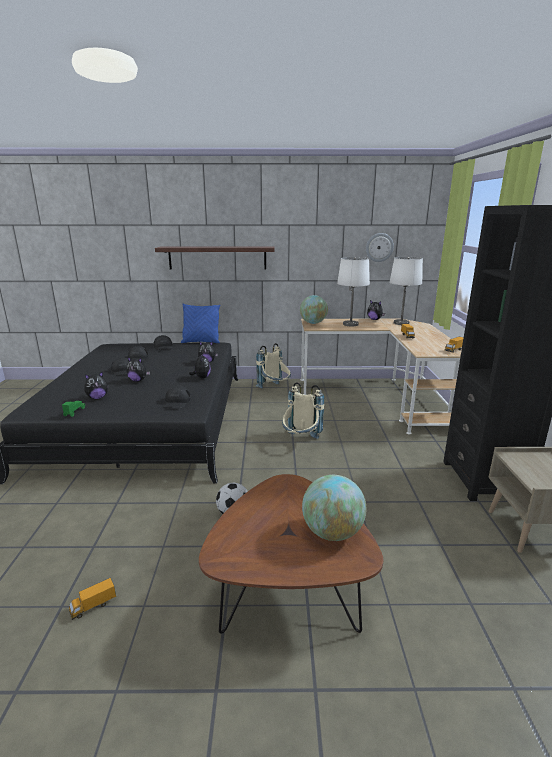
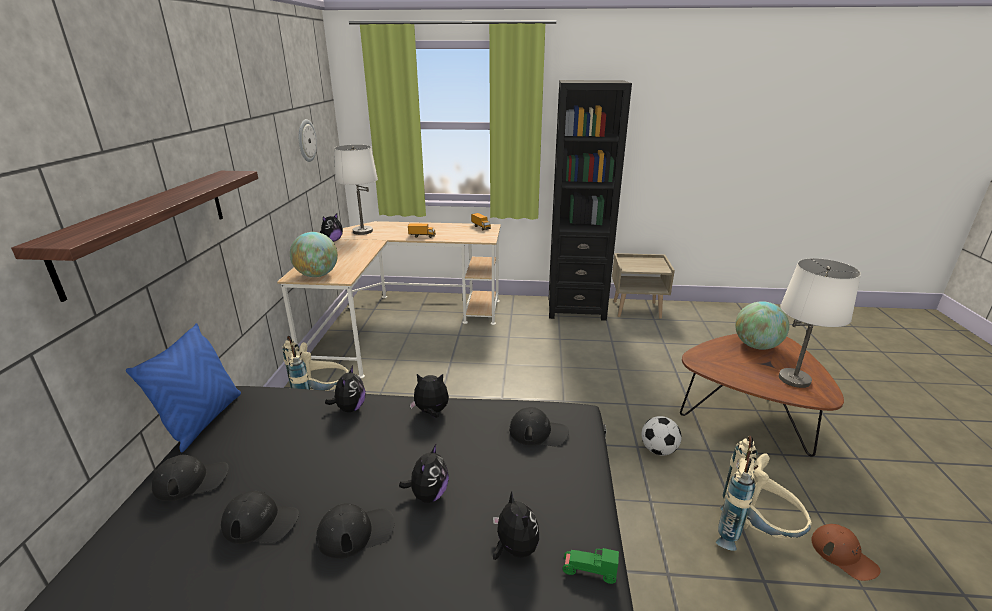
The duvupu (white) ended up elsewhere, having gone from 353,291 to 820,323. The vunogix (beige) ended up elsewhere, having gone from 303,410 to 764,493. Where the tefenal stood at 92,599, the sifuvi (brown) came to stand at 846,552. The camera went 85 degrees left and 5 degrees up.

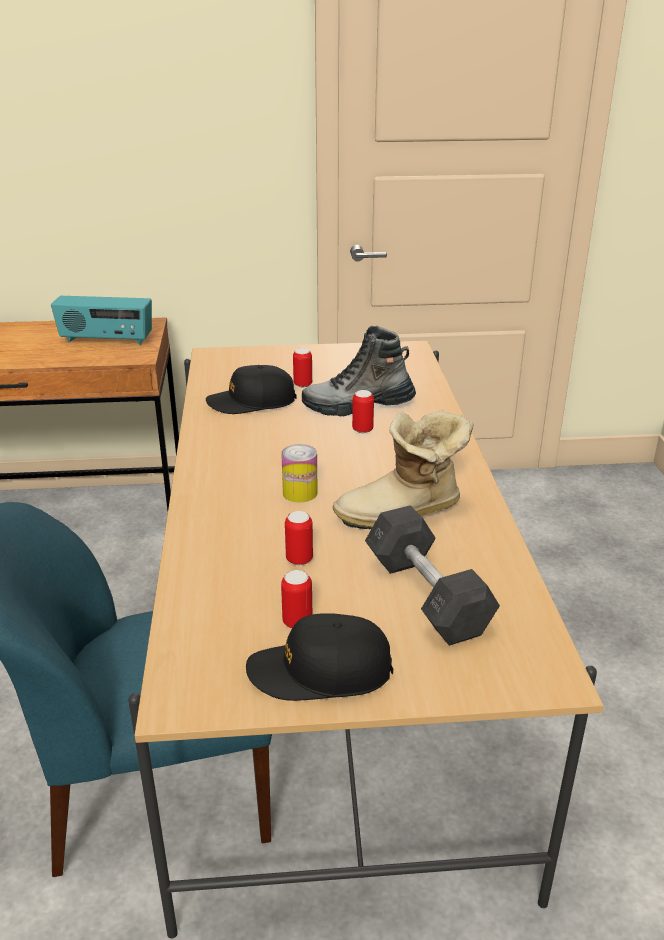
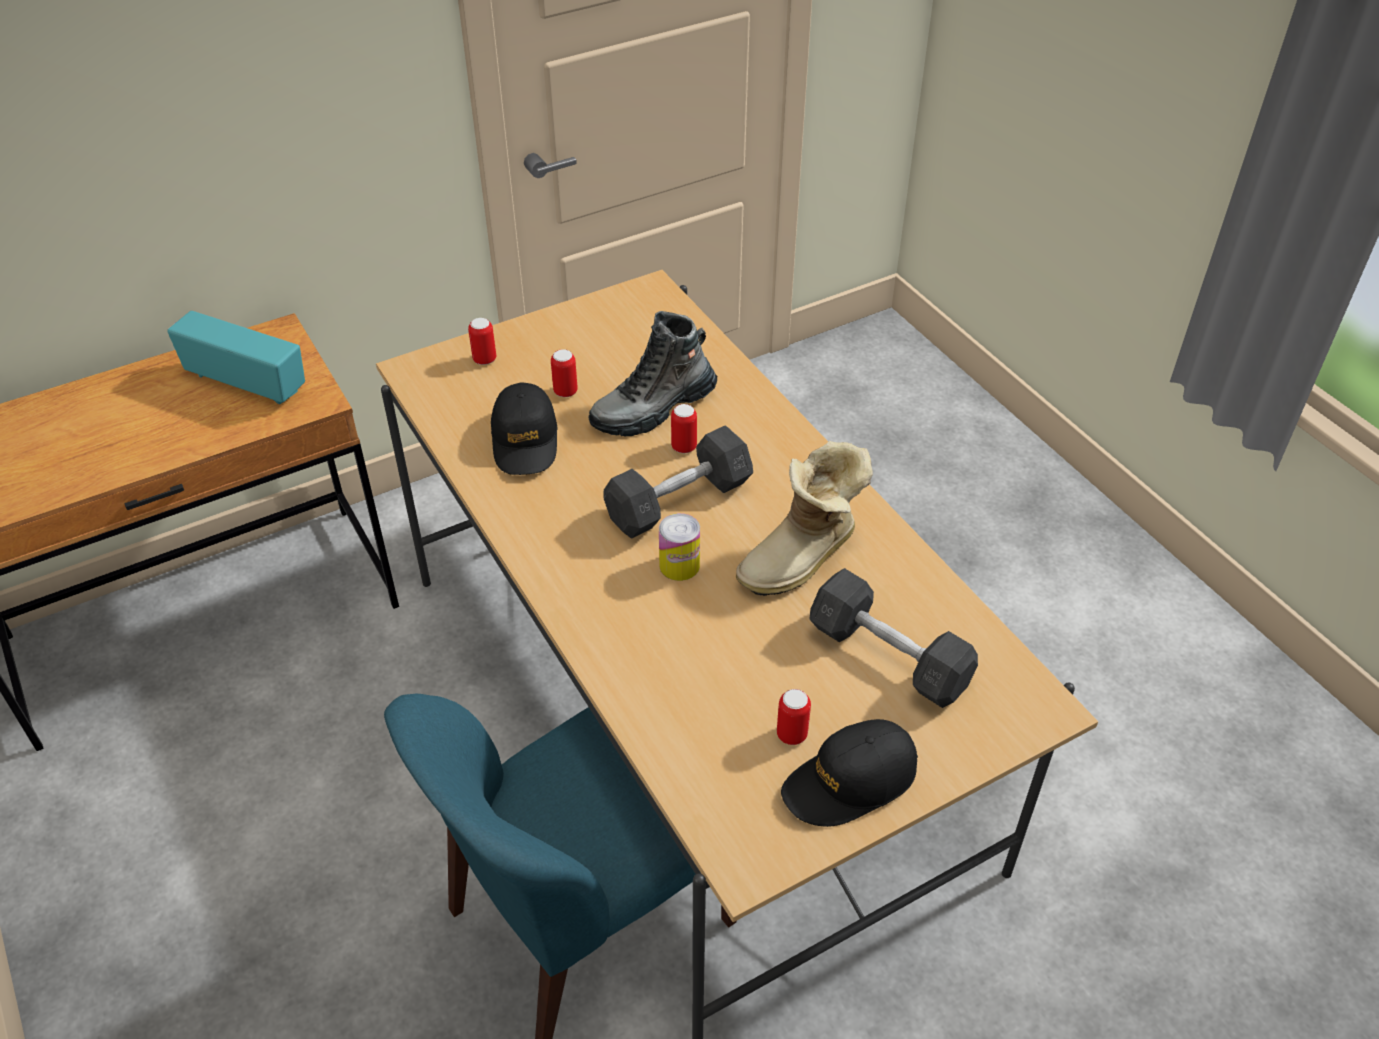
The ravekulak at 101,320 ended up facing another way, 135 degrees counterclockwise from before. The sifuvi (black) at 251,389 ended up facing another way, 60 degrees counterclockwise from before. The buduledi ended up elsewhere, having gone from 299,538 to 482,341. The second view gained the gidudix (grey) at 678,482. The camera went 25 degrees left and 15 degrees up.

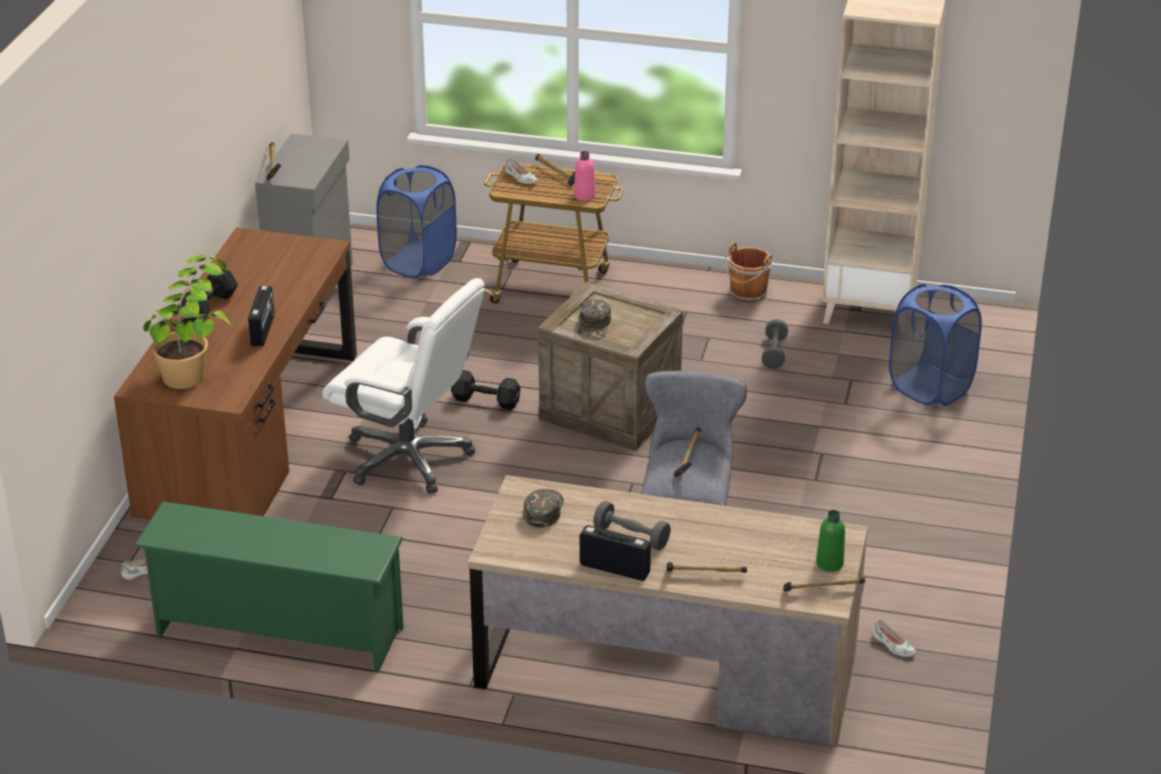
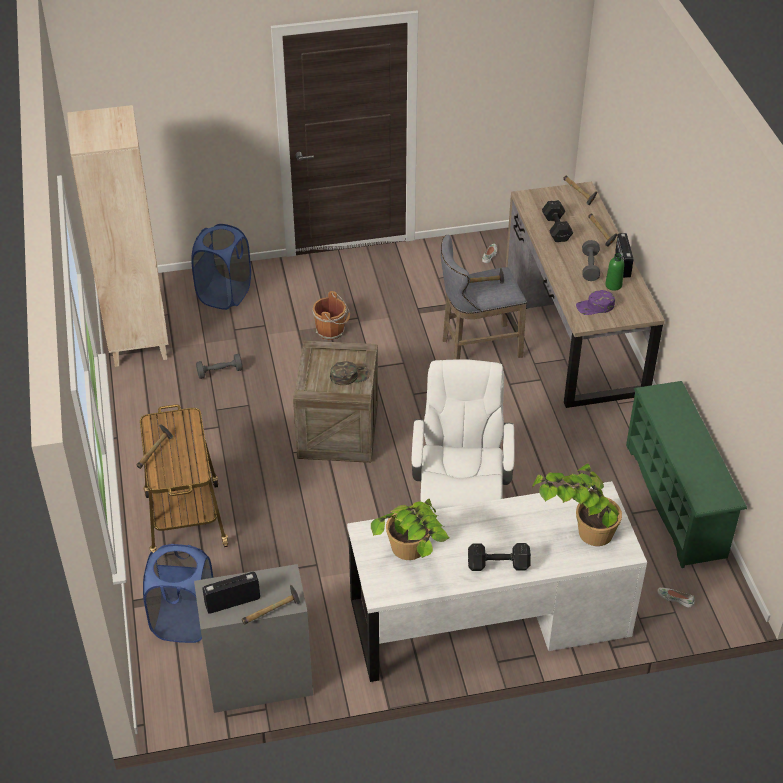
The second view lost the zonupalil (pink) at 584,176. The second view lost the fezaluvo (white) at 521,170. What was the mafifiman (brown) at 235,373 turned into the mafifiman (white) at 497,581. The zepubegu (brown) ended up elsewhere, having gone from 748,272 to 331,315. The ravekulak ended up elsewhere, having gone from 261,316 to 231,593. The gidudix (black) ended up elsewhere, having gone from 486,390 to 557,221. What was the sifuvi (green) at 543,508 turned into the sifuvi (purple) at 595,302. The zonupalil (green) ended up elsewhere, having gone from 830,541 to 614,272. The second view gained the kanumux at 410,529. The camera went 115 degrees left and 10 degrees up.

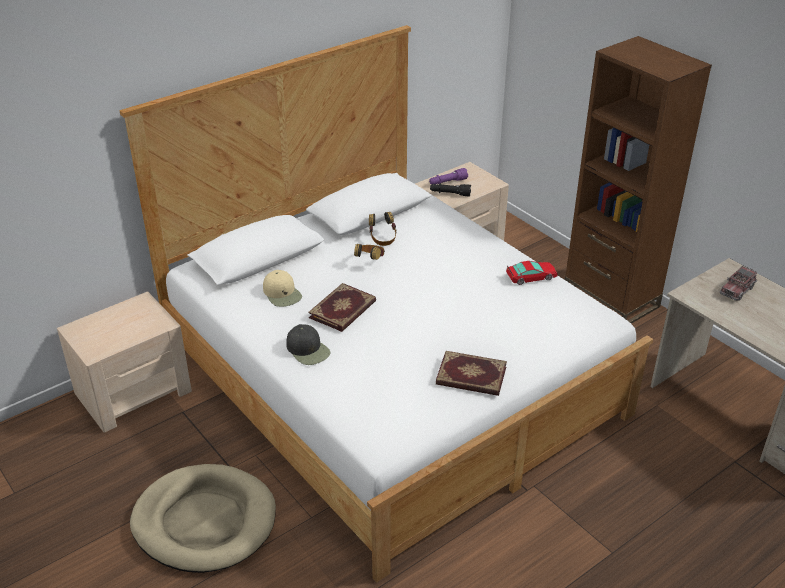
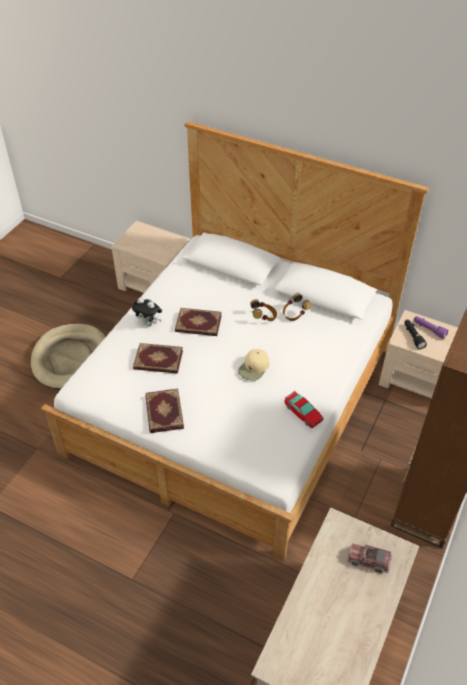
The sifuvi (beige) ended up elsewhere, having gone from 282,288 to 253,365. Where the sifuvi (black) stood at 308,344, the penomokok came to stand at 147,311. The second view gained the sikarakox at 158,358. The camera went 65 degrees right and 10 degrees up.

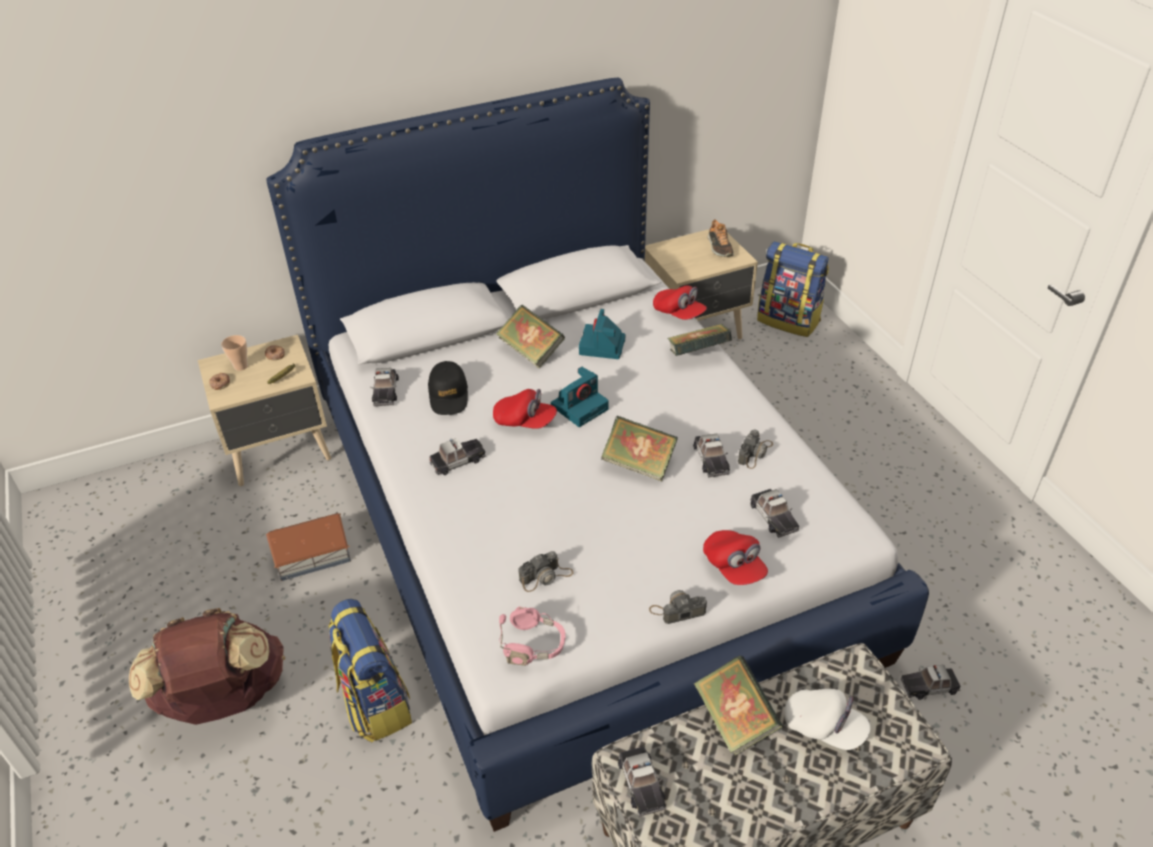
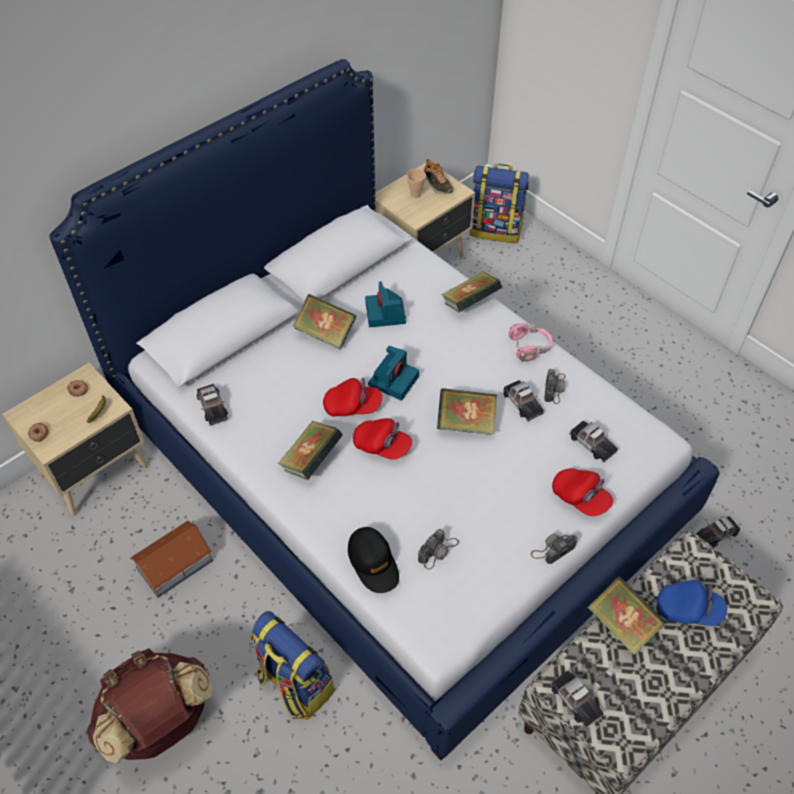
The sifuvi (red) ended up elsewhere, having gone from 680,302 to 382,439. The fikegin ended up elsewhere, having gone from 234,353 to 416,183. The sifuvi (black) ended up elsewhere, having gone from 448,388 to 373,560. Where the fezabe stood at 457,456, the sikarakox came to stand at 310,450. The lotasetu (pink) ended up elsewhere, having gone from 532,636 to 531,342. What was the sifuvi (white) at 827,719 turned into the sifuvi (blue) at 692,603. The camera went 20 degrees left and 10 degrees up.

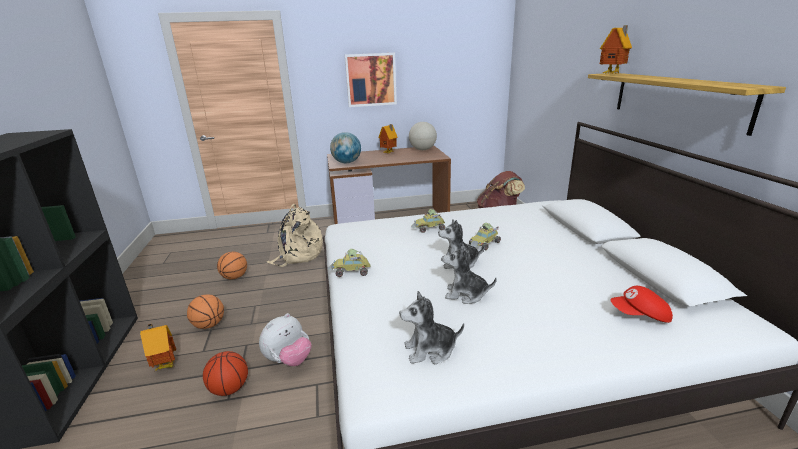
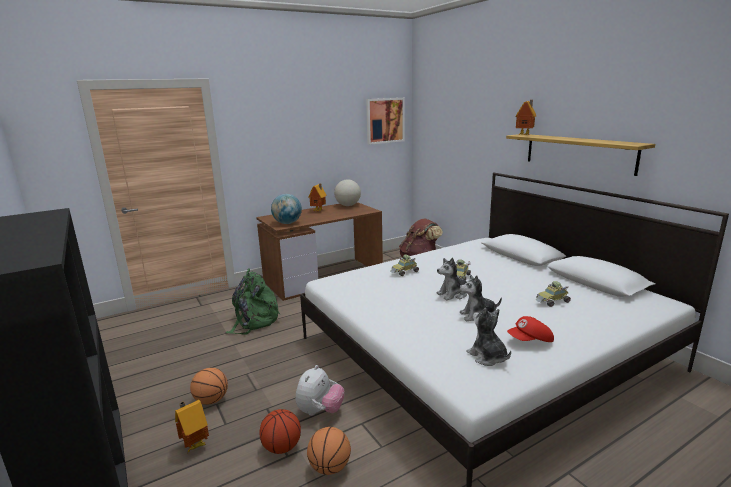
The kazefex ended up elsewhere, having gone from 371,80 to 385,121. What was the vunogix (beige) at 295,235 turned into the vunogix (green) at 253,301. The fezabe ended up elsewhere, having gone from 349,263 to 553,294. The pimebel ended up elsewhere, having gone from 232,265 to 329,451. The sifuvi (red) ended up elsewhere, having gone from 641,304 to 530,329. The penomokok at 431,328 ended up facing another way, 90 degrees clockwise from before. The camera went 20 degrees left and 5 degrees down.

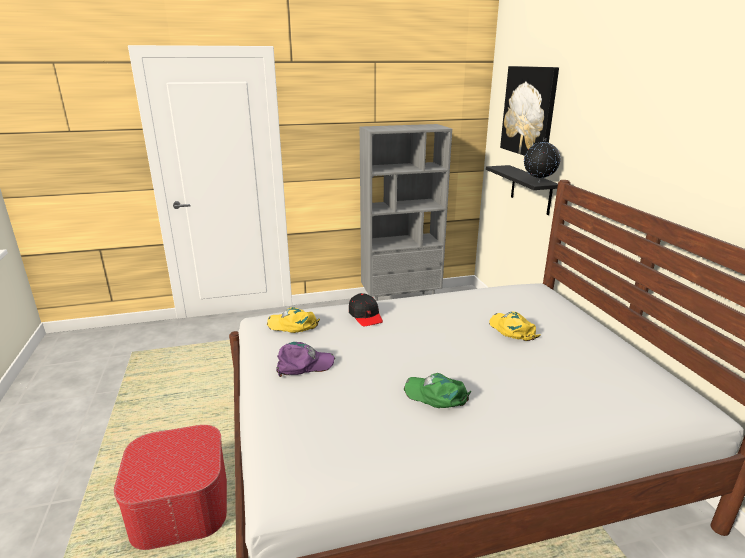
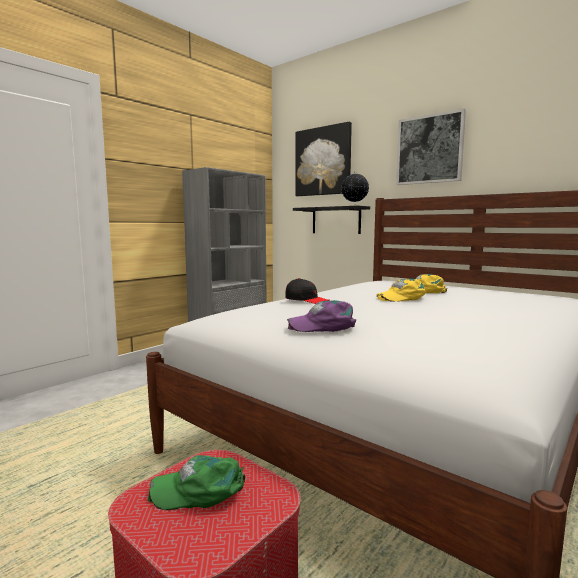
The sifuvi (yellow) ended up elsewhere, having gone from 293,320 to 401,290. The sifuvi (purple) at 305,359 ended up facing another way, 135 degrees counterclockwise from before. The sifuvi (green) ended up elsewhere, having gone from 437,390 to 196,482. The second view gained the kazefex at 431,147. The camera went 35 degrees left and 15 degrees down.

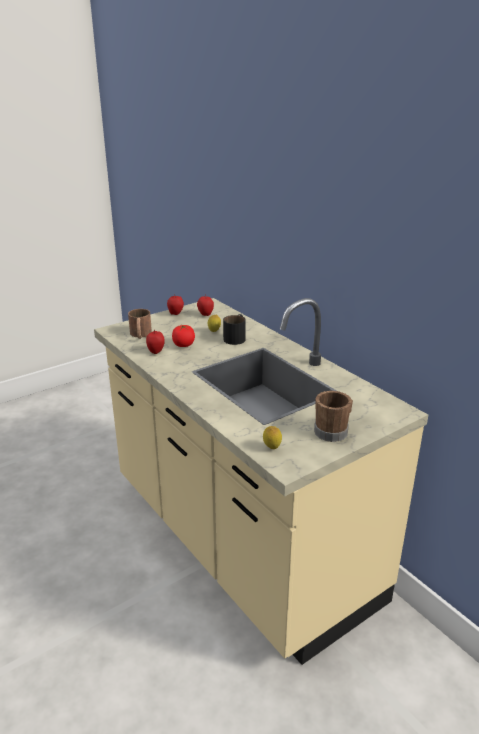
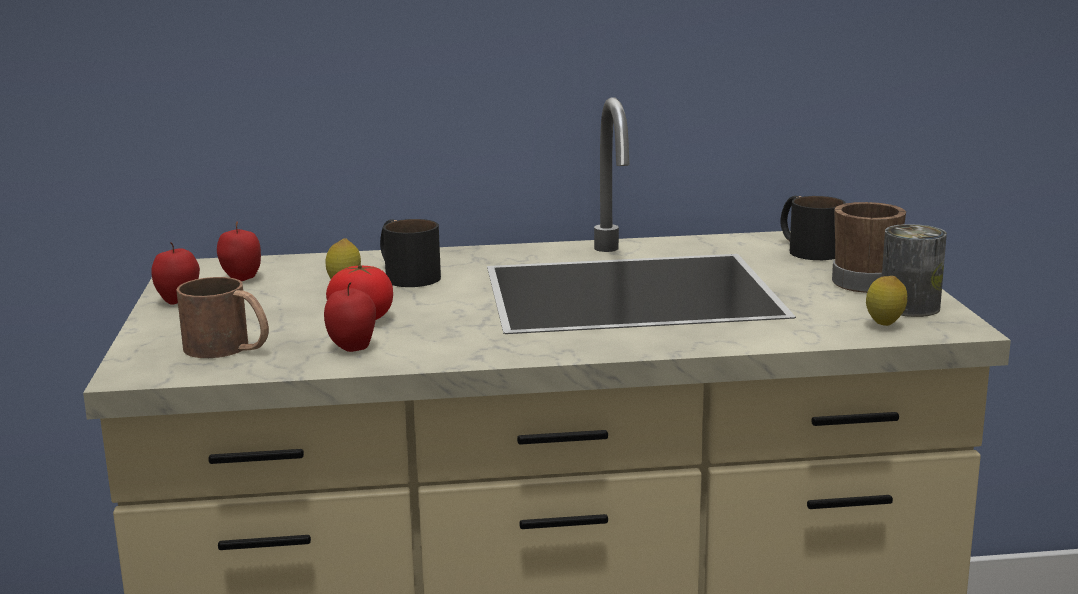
The second view gained the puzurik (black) at 813,228. The second view gained the buduledi at 914,270. The camera went 60 degrees left and 10 degrees down.

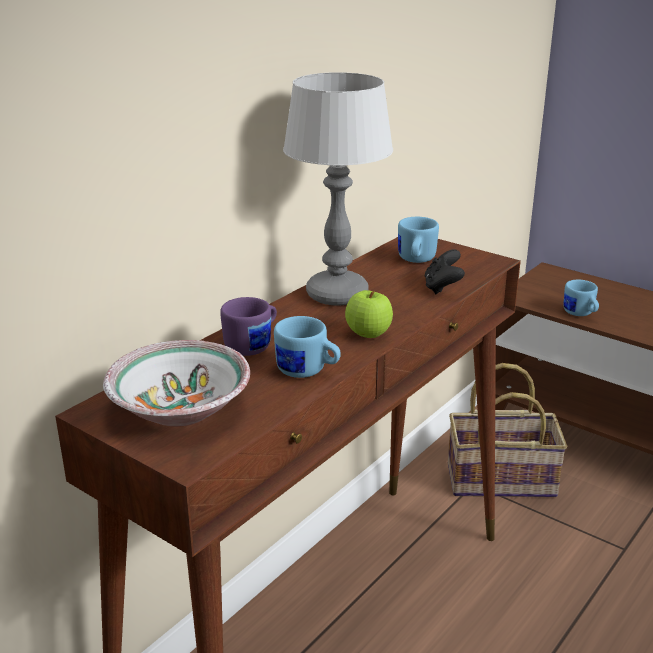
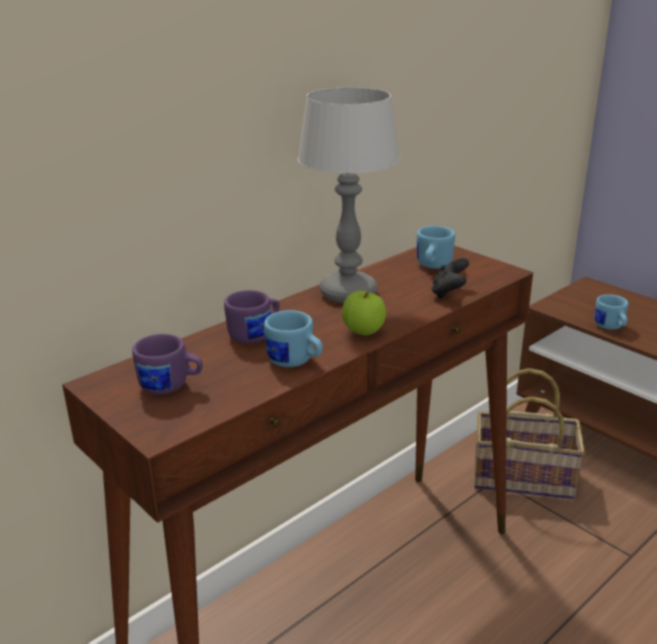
Where the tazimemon stood at 176,383, the puzurik (purple) came to stand at 167,364. The camera went 10 degrees right and 0 degrees up.

